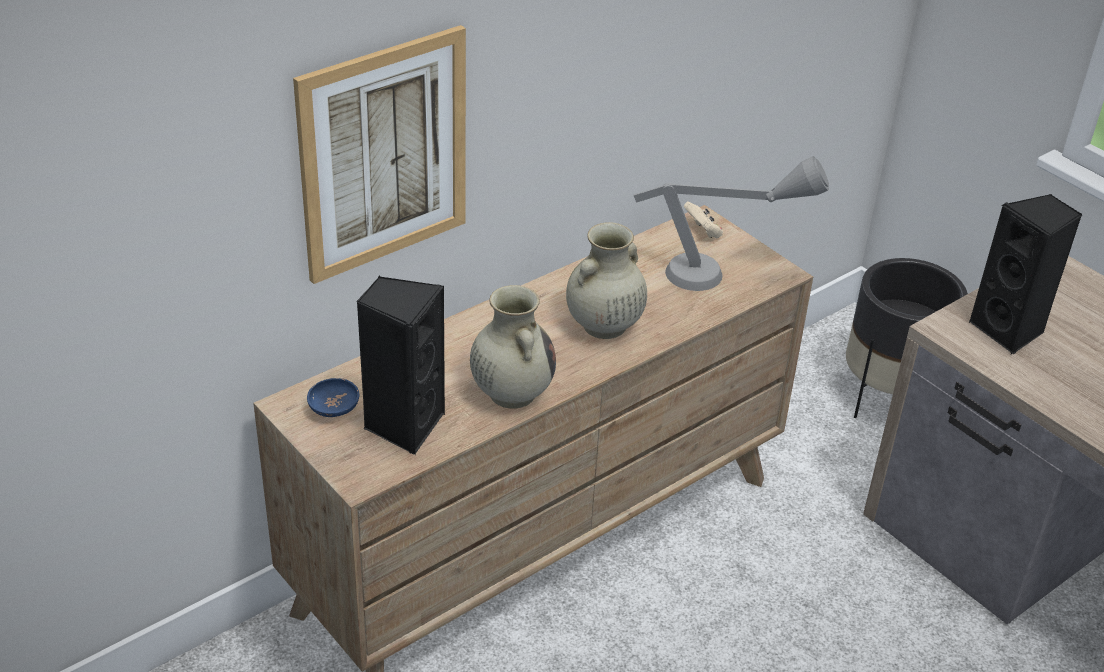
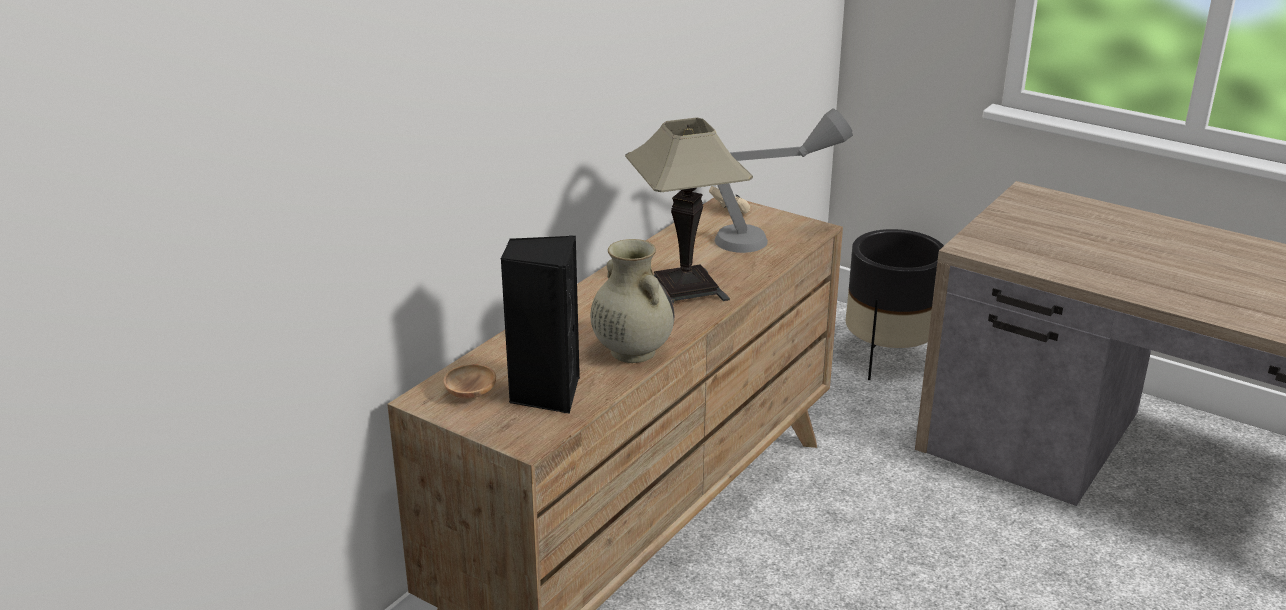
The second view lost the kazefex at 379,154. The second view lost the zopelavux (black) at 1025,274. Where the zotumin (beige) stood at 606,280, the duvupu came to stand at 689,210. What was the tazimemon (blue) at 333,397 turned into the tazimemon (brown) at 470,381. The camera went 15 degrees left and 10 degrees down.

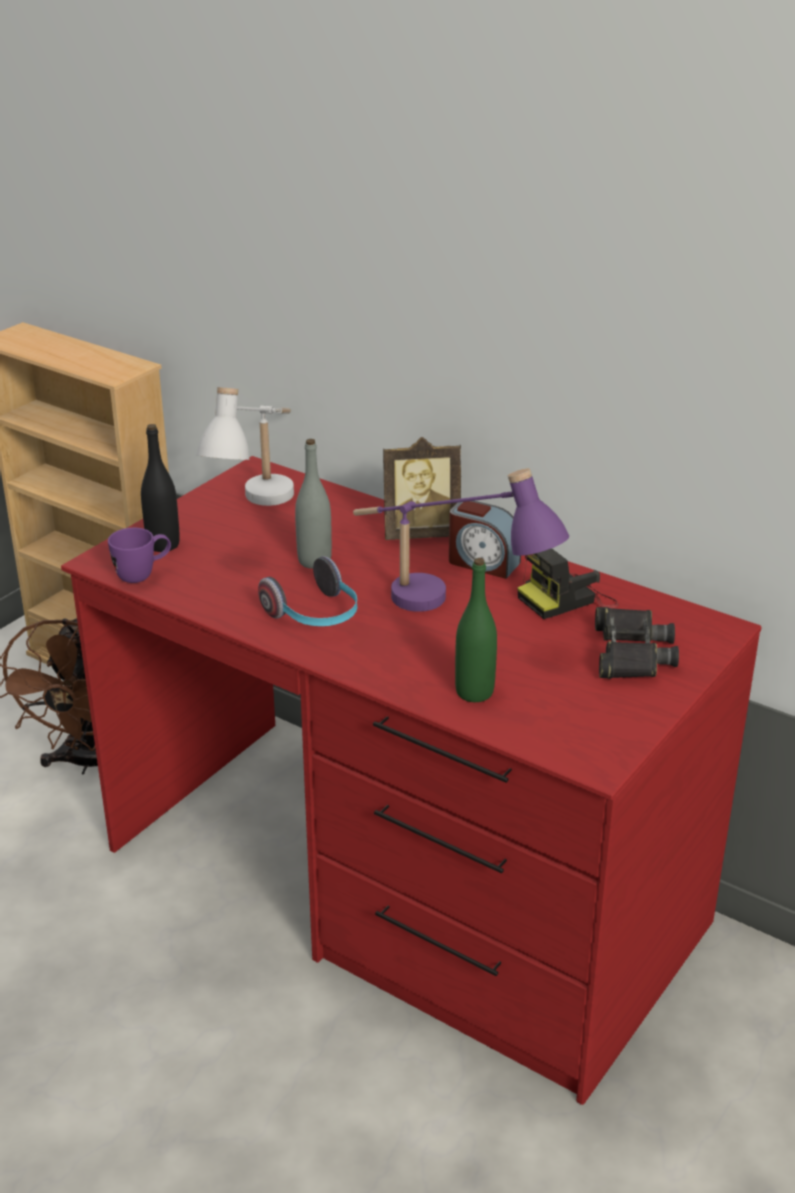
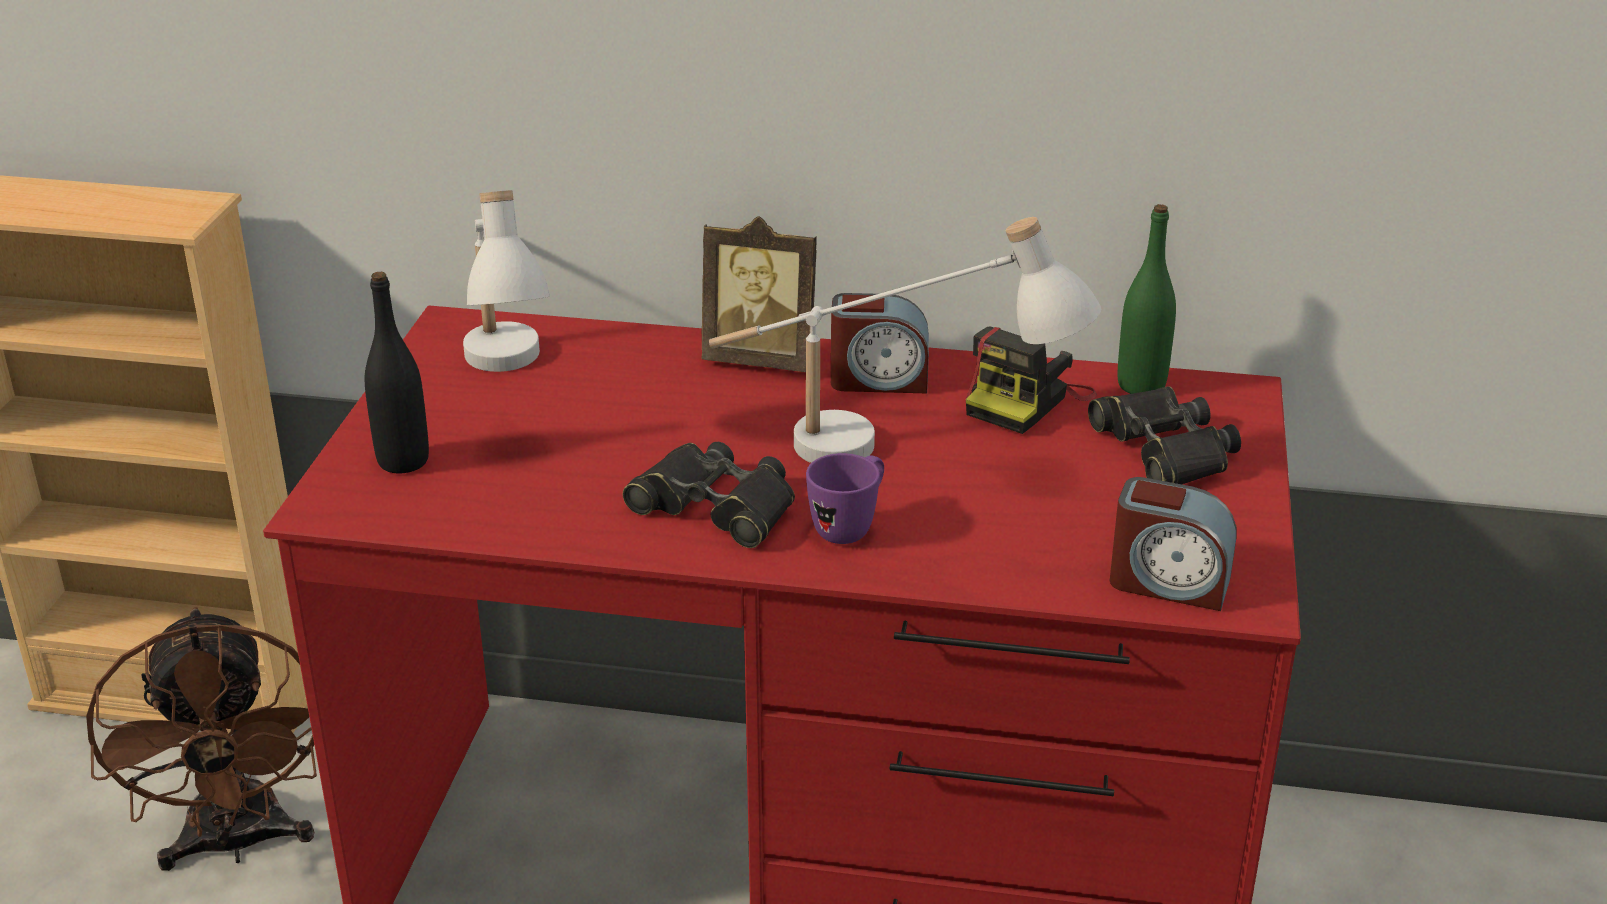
The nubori at 422,488 ended up facing another way, 45 degrees clockwise from before. The second view lost the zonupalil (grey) at 313,504. What was the duvupu (purple) at 461,540 turned into the duvupu (white) at 905,340. The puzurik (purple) ended up elsewhere, having gone from 139,555 to 845,498. Where the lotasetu stood at 307,591, the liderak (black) came to stand at 709,495. The zonupalil (green) ended up elsewhere, having gone from 476,630 to 1147,299. The second view gained the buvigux at 1173,544. The camera went 25 degrees left and 0 degrees up.

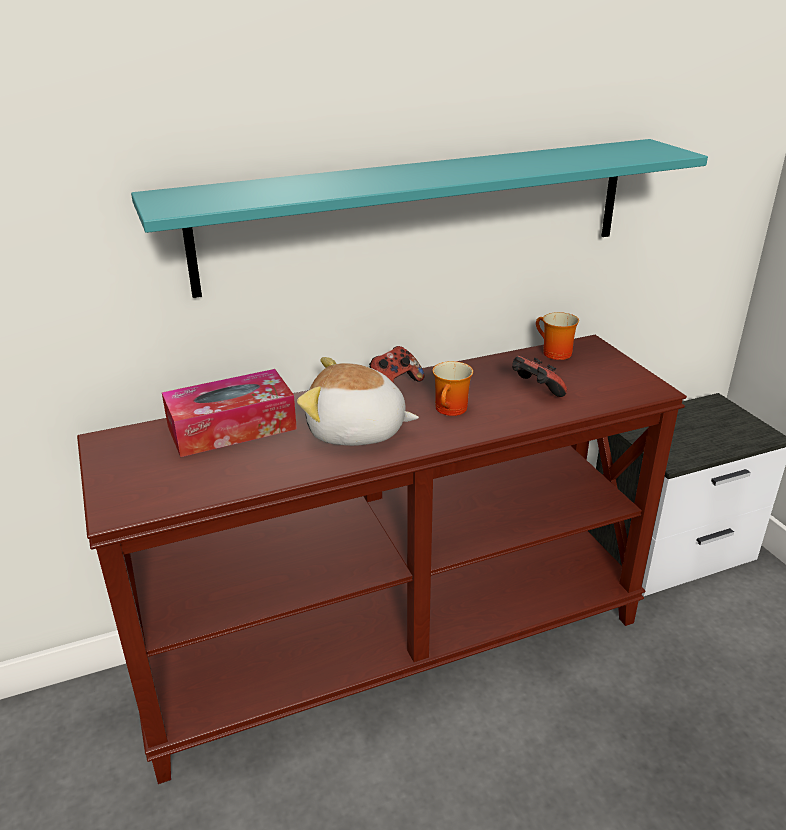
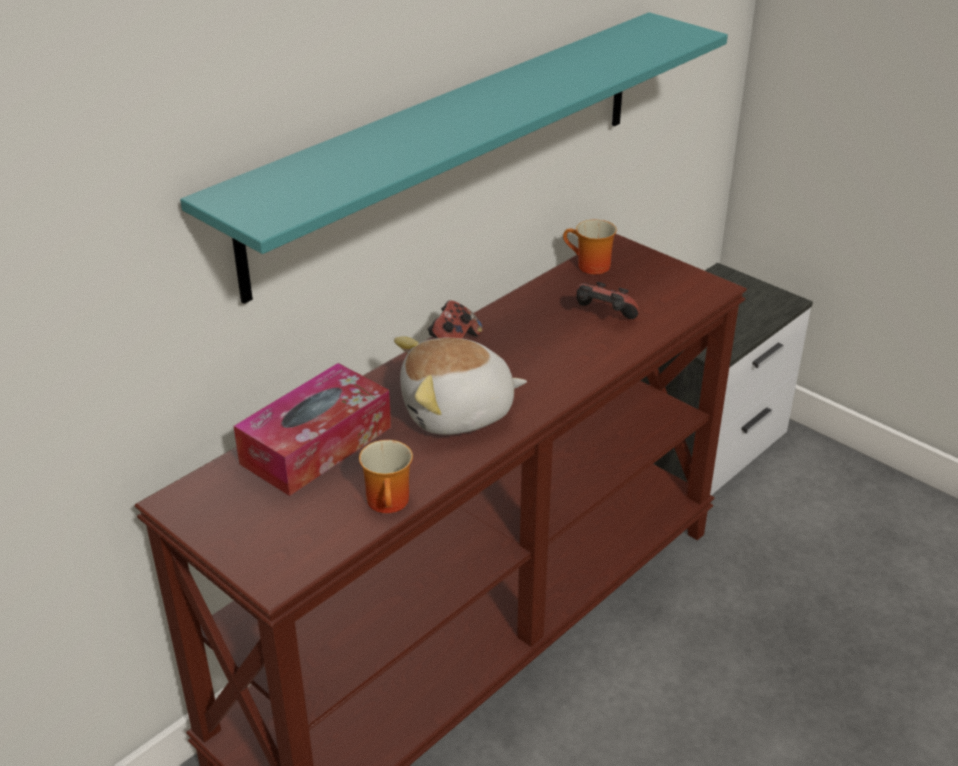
The puzurik ended up elsewhere, having gone from 453,388 to 386,476. The camera went 25 degrees left and 5 degrees up.

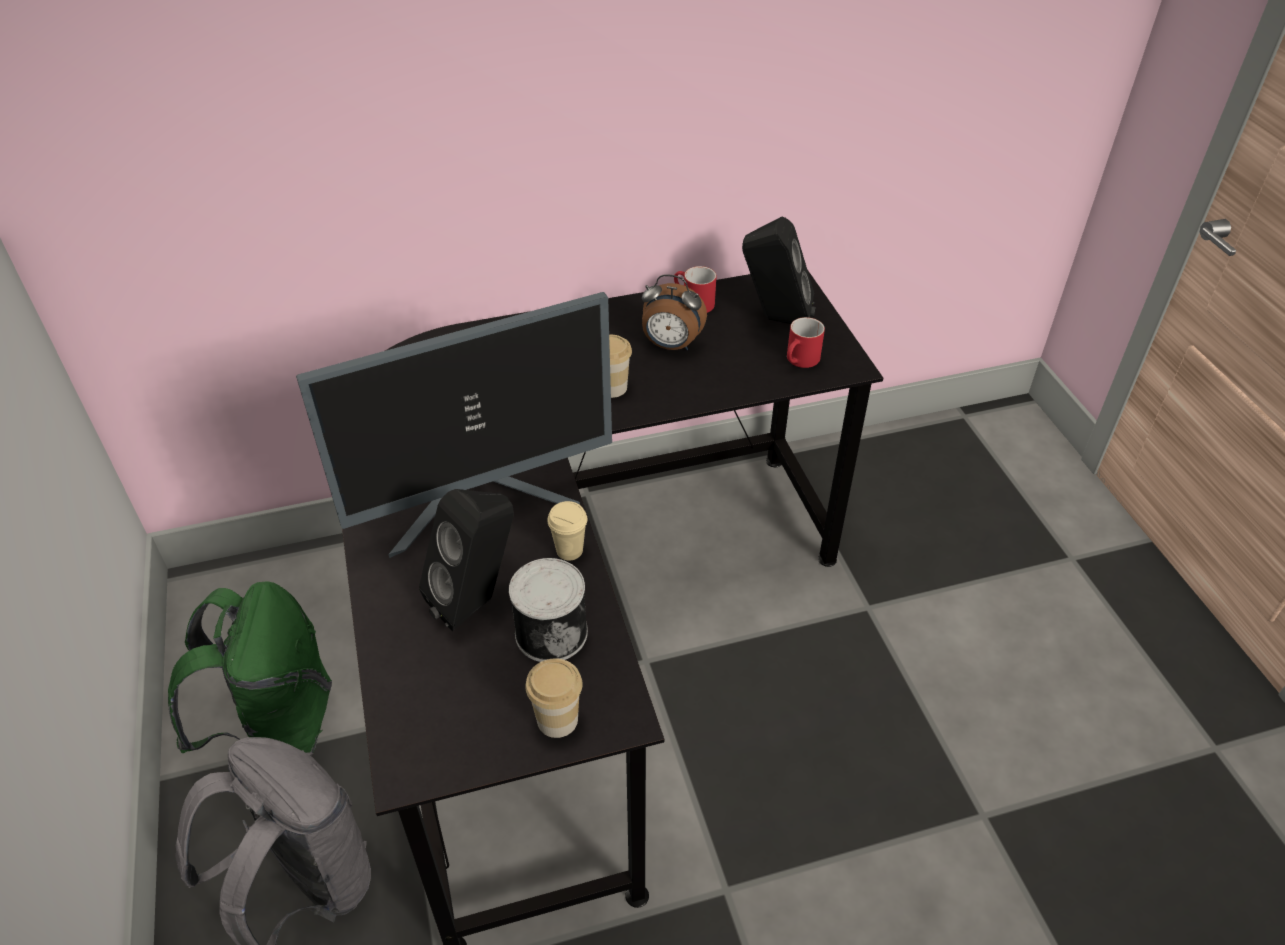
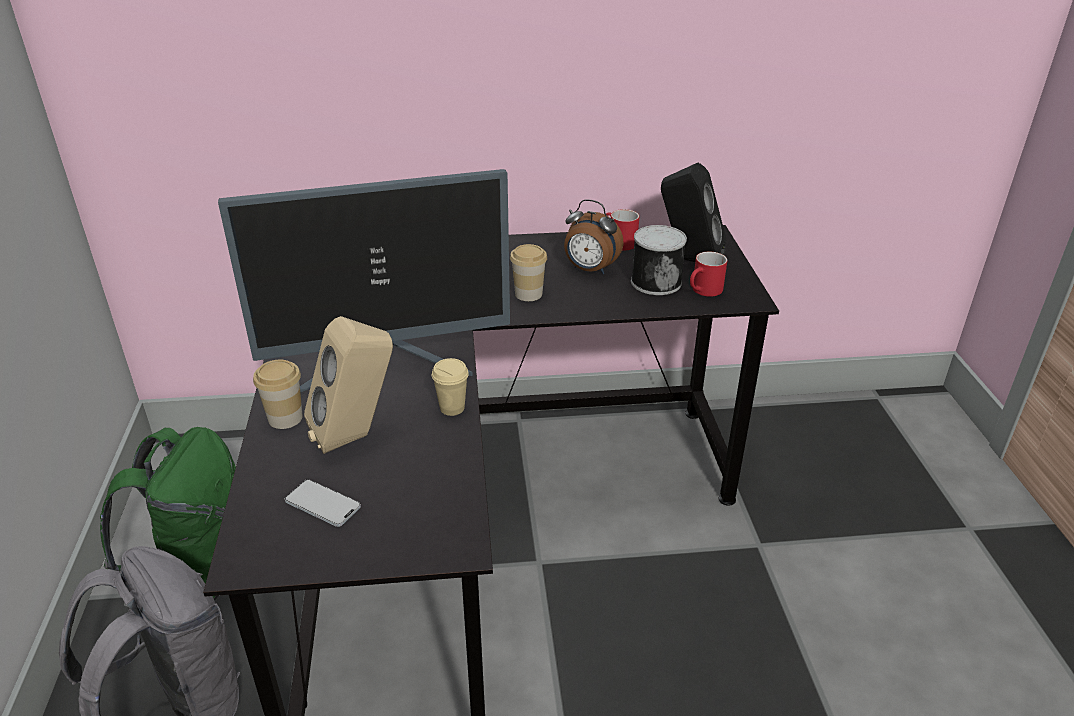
What was the zopelavux (black) at 466,560 turned into the zopelavux (beige) at 348,385. The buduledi ended up elsewhere, having gone from 548,610 to 659,260. The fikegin ended up elsewhere, having gone from 554,698 to 278,394. The second view gained the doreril at 323,503. The camera went 10 degrees right and 10 degrees down.

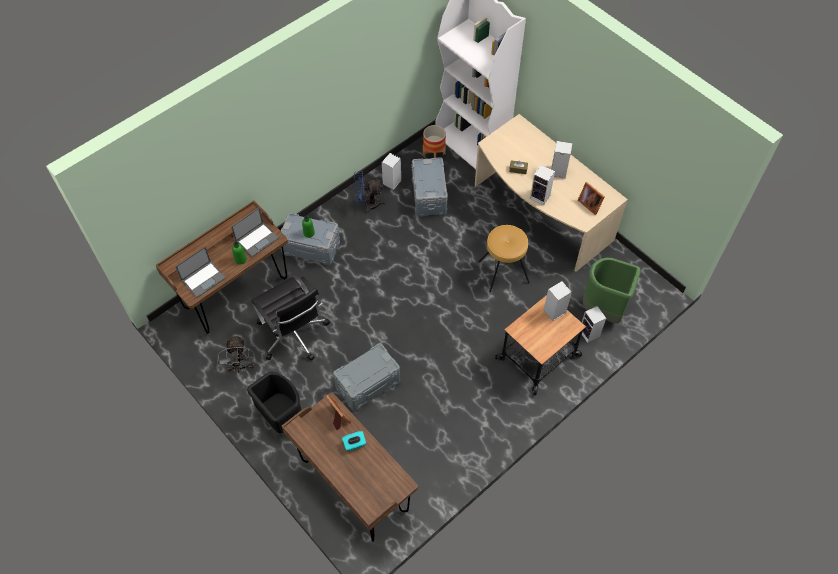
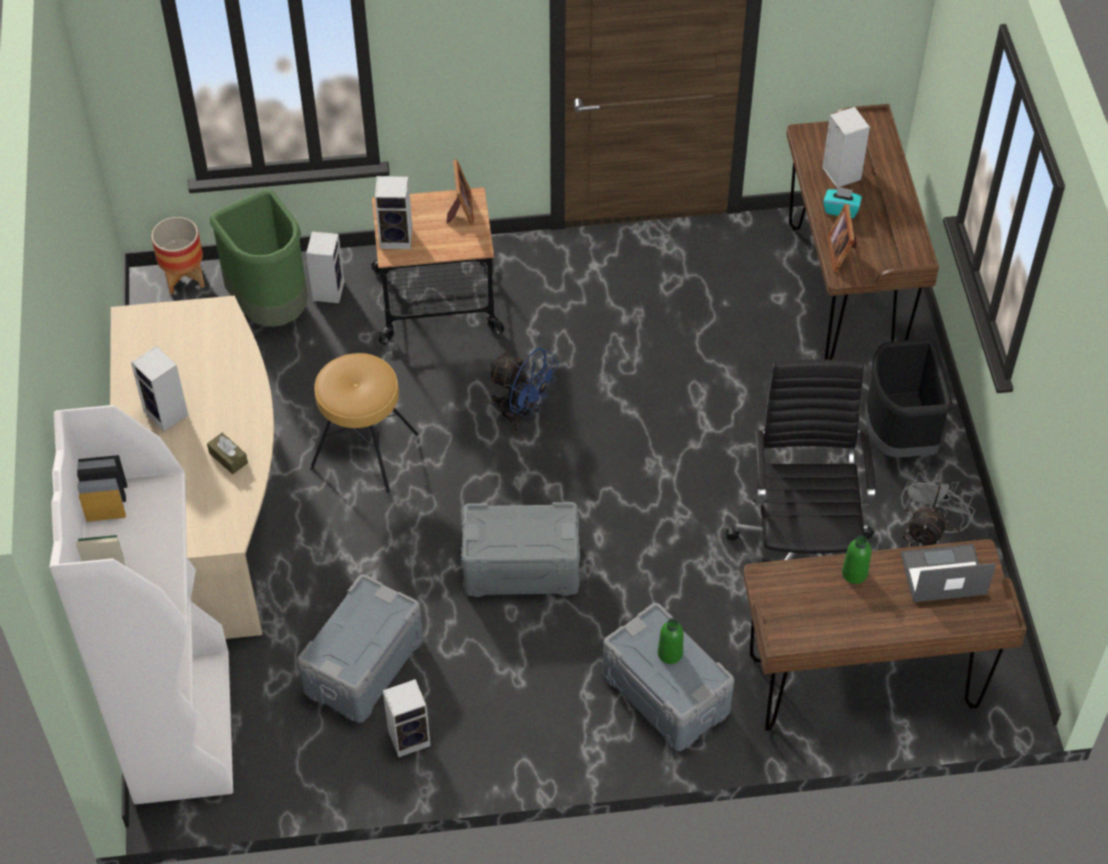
The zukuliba ended up elsewhere, having gone from 434,141 to 178,256. The zopelavux ended up elsewhere, having gone from 542,185 to 846,147. The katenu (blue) ended up elsewhere, having gone from 369,192 to 523,390. The nubori ended up elsewhere, having gone from 591,198 to 460,192. The second view lost the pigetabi at 255,233. The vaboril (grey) ended up elsewhere, having gone from 366,377 to 520,549. The camera went 145 degrees left and 5 degrees down.

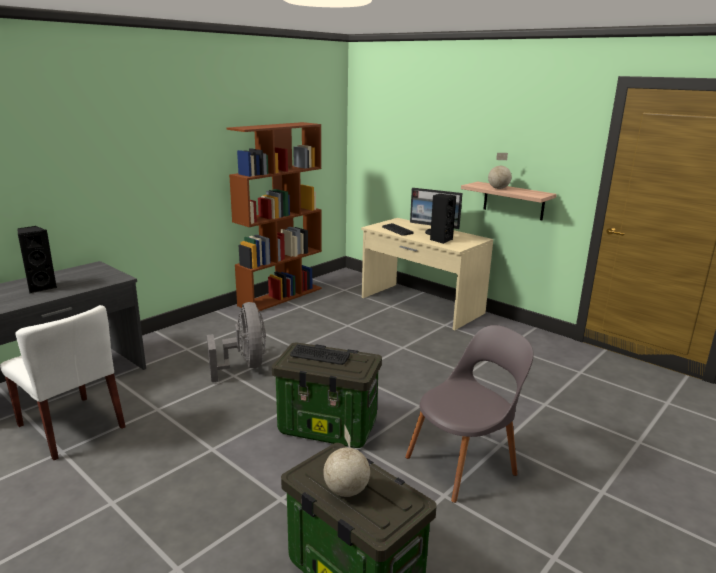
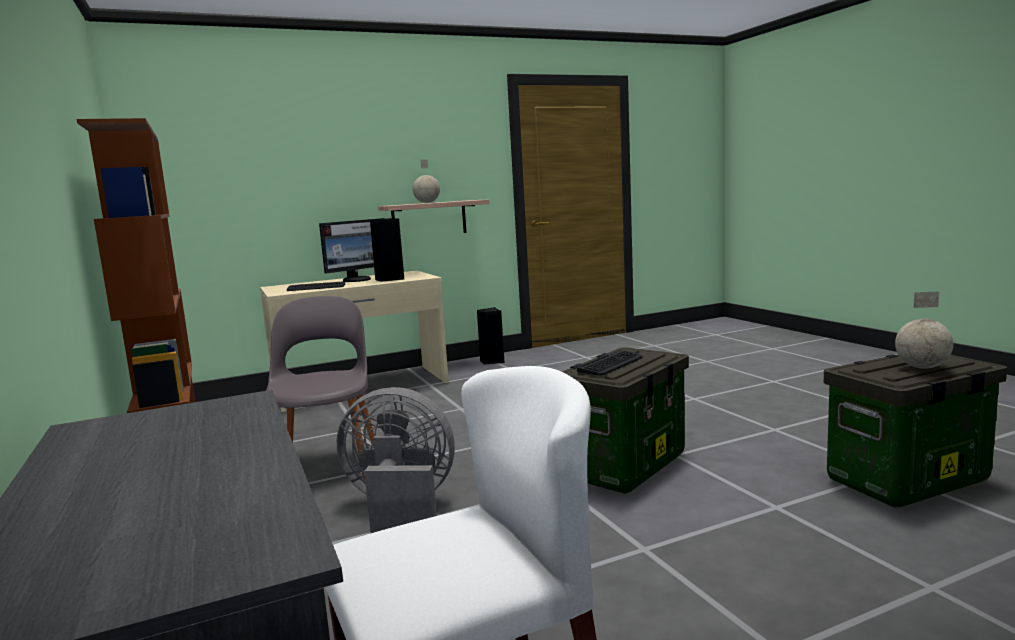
The zopelavux (black) ended up elsewhere, having gone from 37,259 to 491,335. The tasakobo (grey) ended up elsewhere, having gone from 469,414 to 320,388. The camera went 65 degrees left and 10 degrees down.

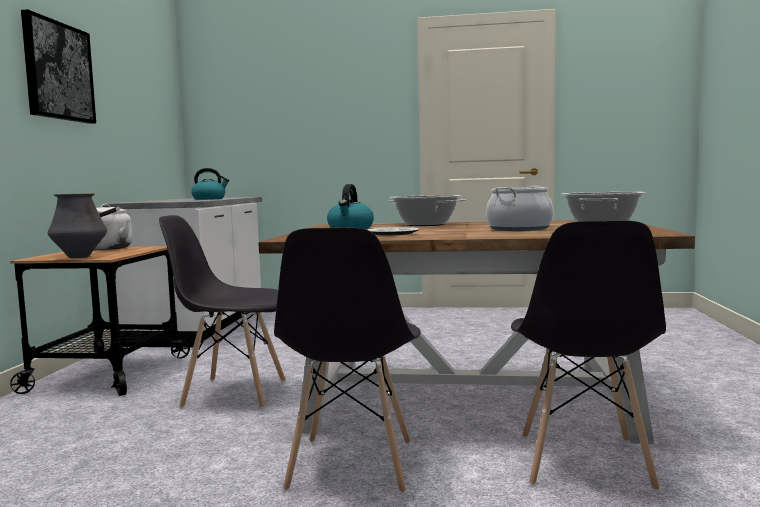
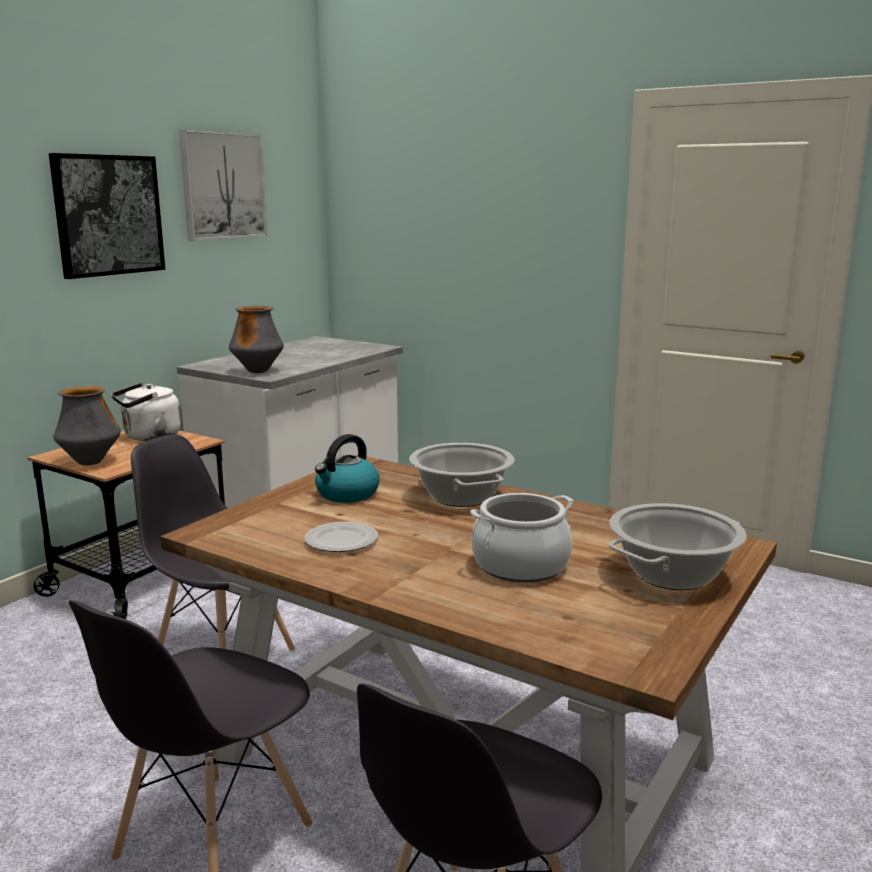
The second view lost the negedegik at 210,184. The second view gained the kazefex at 223,185. The second view gained the zotumin at 256,339. The camera went 25 degrees right and 10 degrees up.

